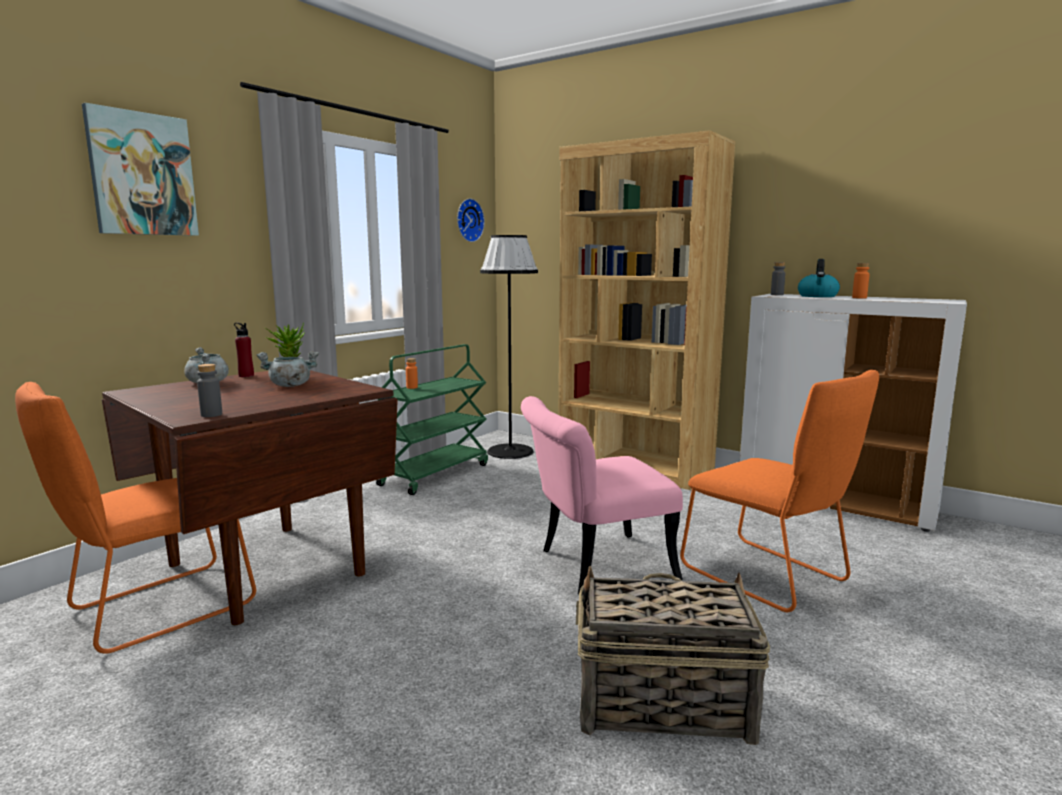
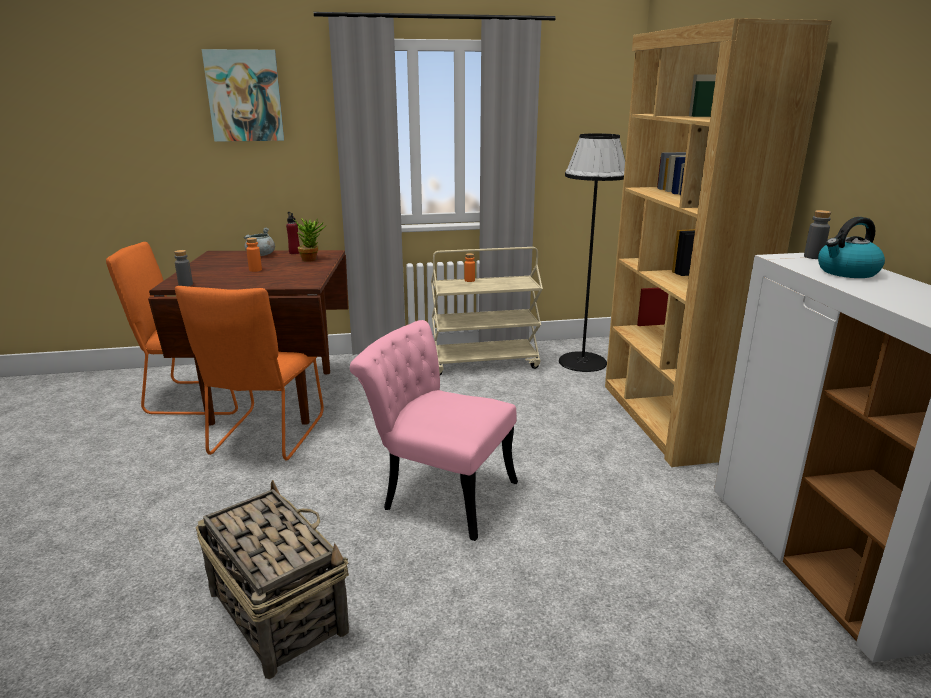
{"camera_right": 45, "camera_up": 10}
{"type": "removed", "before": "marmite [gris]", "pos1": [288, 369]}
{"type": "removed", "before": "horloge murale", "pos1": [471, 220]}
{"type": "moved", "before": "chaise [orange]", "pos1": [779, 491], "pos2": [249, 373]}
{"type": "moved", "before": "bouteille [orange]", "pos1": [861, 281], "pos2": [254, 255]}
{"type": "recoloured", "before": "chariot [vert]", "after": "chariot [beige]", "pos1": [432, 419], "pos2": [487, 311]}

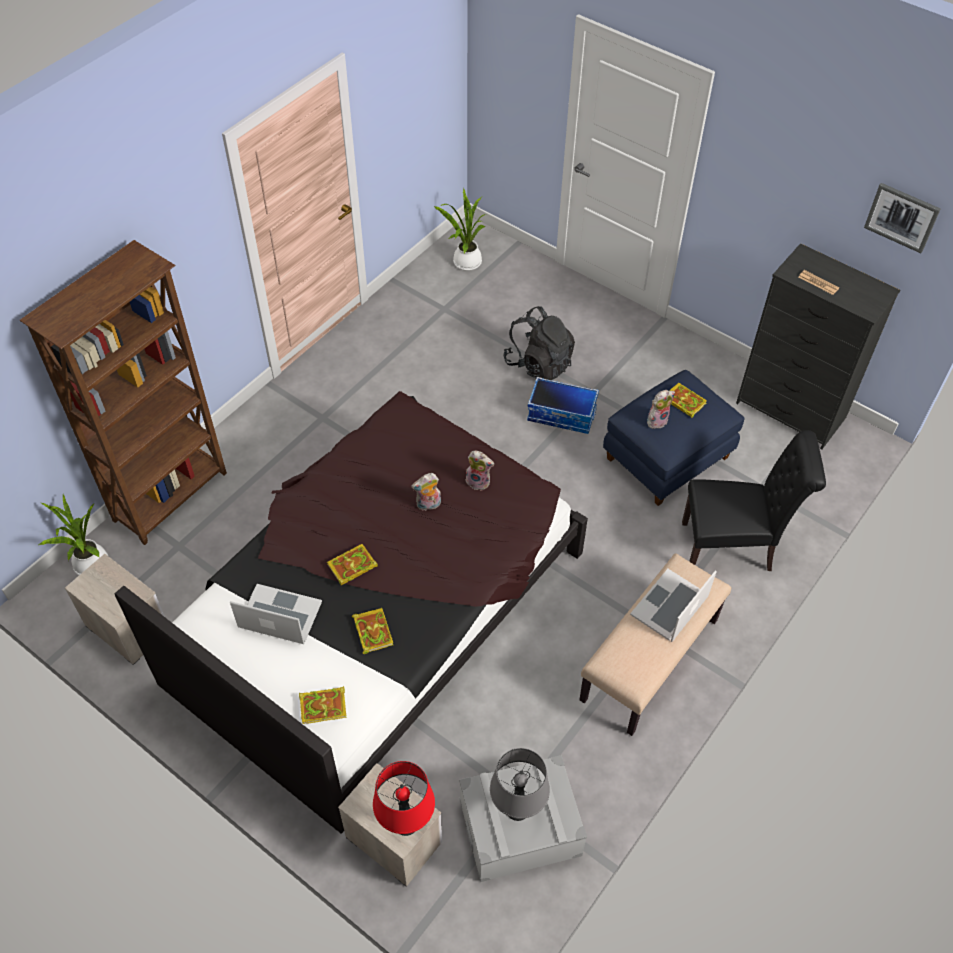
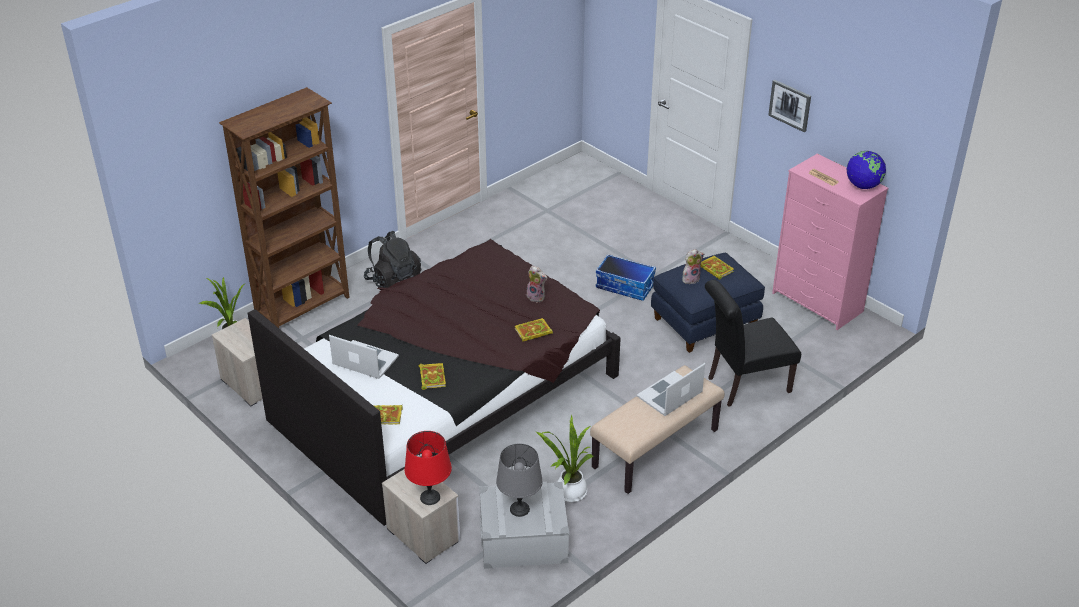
{"camera_right": 10, "camera_up": -15}
{"type": "removed", "before": "peluche", "pos1": [426, 492]}
{"type": "added", "after": "globe", "pos2": [866, 170]}
{"type": "moved", "before": "livre", "pos1": [352, 565], "pos2": [533, 329]}
{"type": "moved", "before": "plante en pot", "pos1": [459, 229], "pos2": [565, 458]}
{"type": "moved", "before": "sac à dos [noir]", "pos1": [539, 343], "pos2": [392, 259]}
{"type": "moved", "before": "tableau", "pos1": [902, 218], "pos2": [789, 106]}
{"type": "recoloured", "before": "commode [noir]", "after": "commode [rose]", "pos1": [818, 346], "pos2": [830, 242]}
{"type": "turned", "before": "chaise [noir]", "pos1": [754, 500], "pos2": [753, 343], "turn": 150}

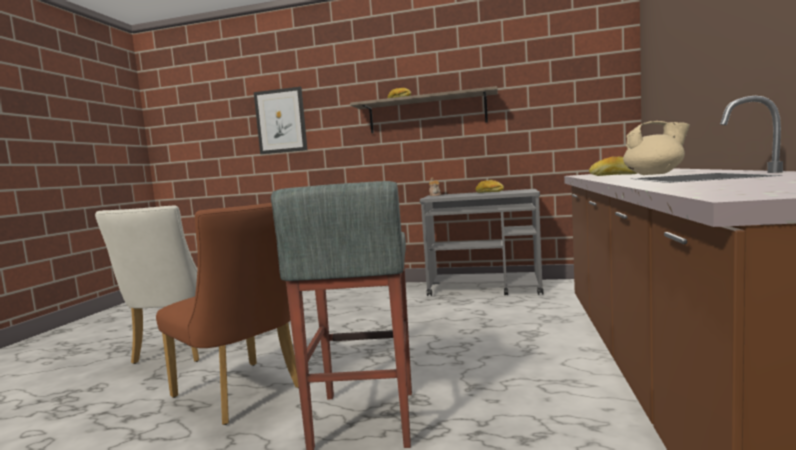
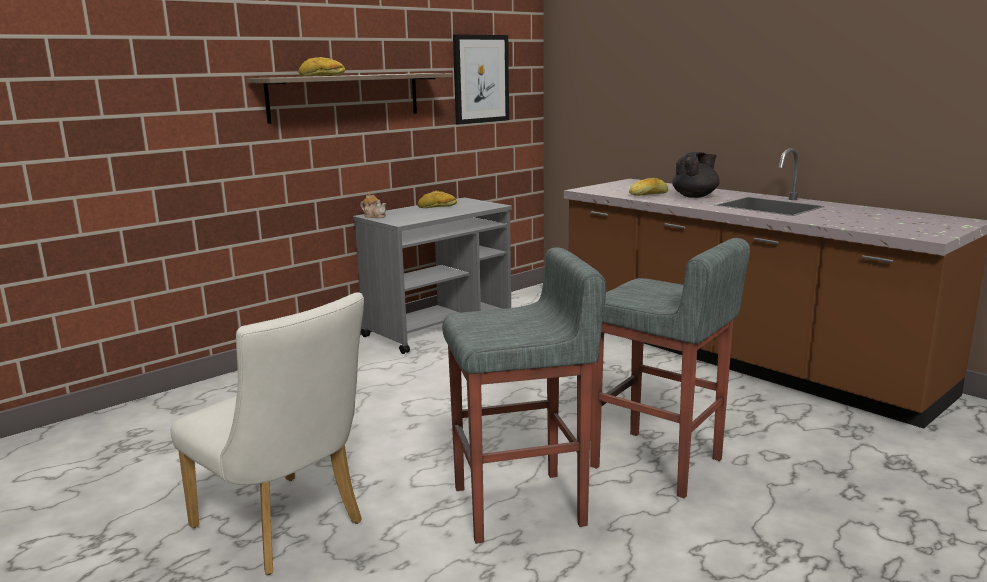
{"camera_right": -55, "camera_up": 10}
{"type": "moved", "before": "tableau", "pos1": [280, 120], "pos2": [481, 79]}
{"type": "replaced", "before": "chaise [marron]", "after": "tabouret [gris]", "pos1": [227, 314], "pos2": [524, 395]}
{"type": "recoloured", "before": "théière [beige]", "after": "théière [noir]", "pos1": [656, 148], "pos2": [696, 175]}

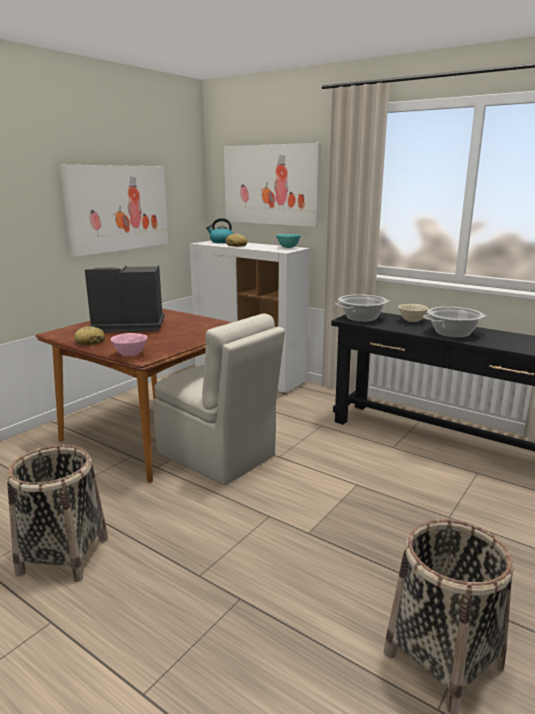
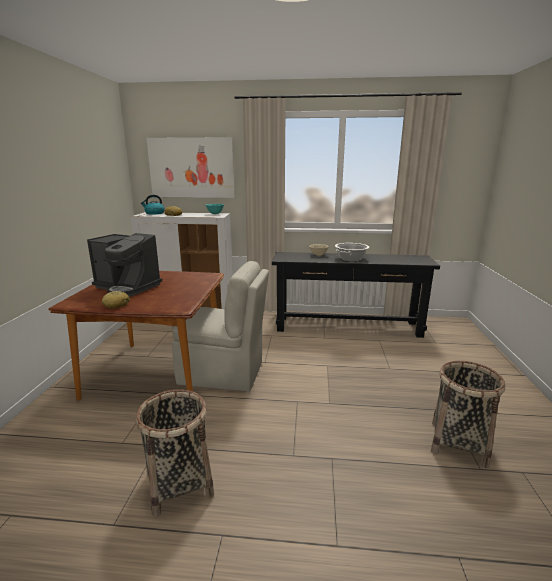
{"camera_right": -30, "camera_up": 0}
{"type": "removed", "before": "tableau", "pos1": [114, 211]}
{"type": "removed", "before": "bol [rose]", "pos1": [128, 344]}
{"type": "removed", "before": "marmite", "pos1": [362, 308]}
{"type": "turned", "before": "machine à café", "pos1": [124, 299], "pos2": [124, 265], "turn": -120}

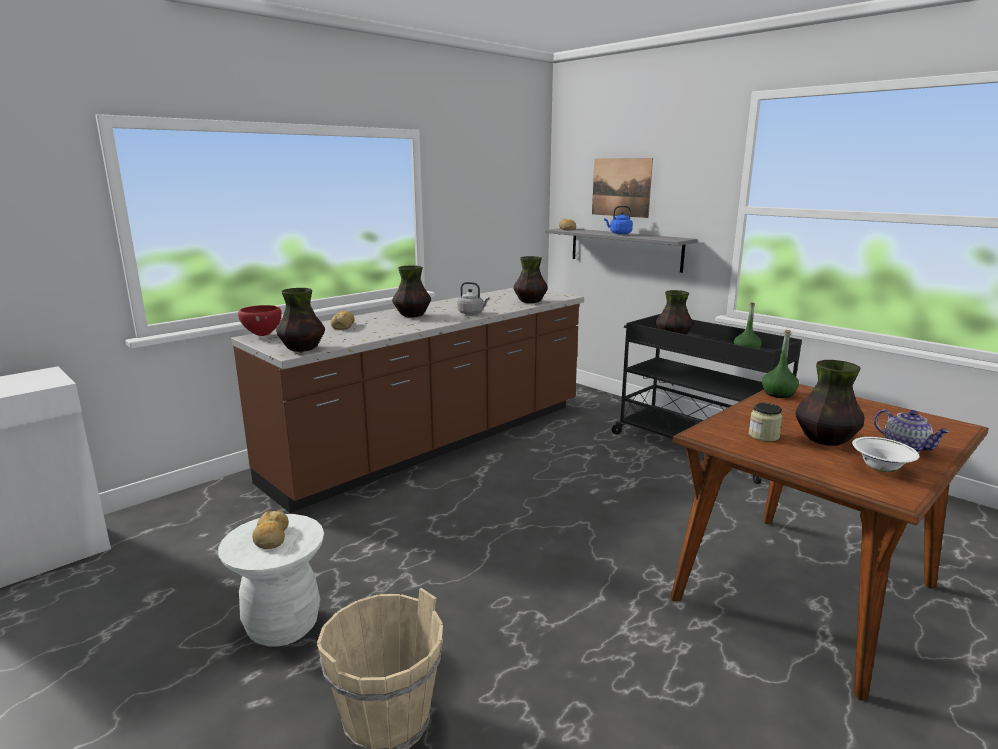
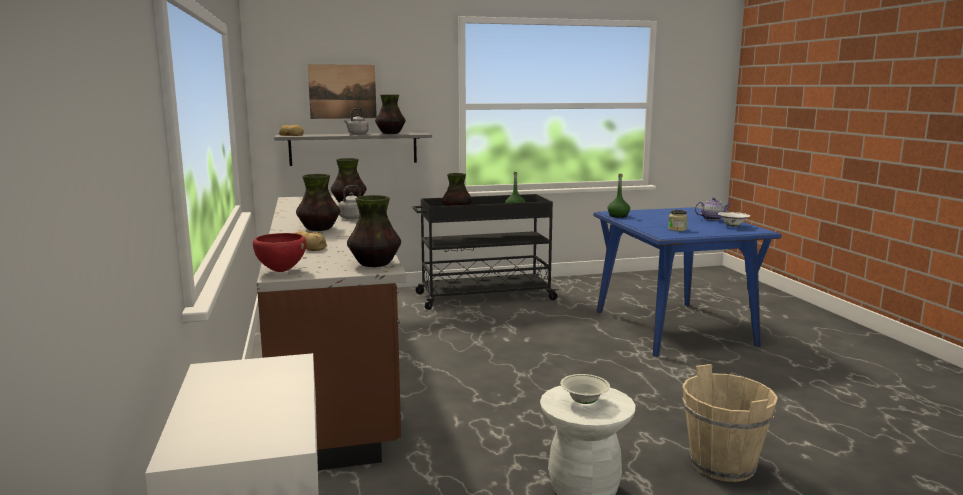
{"camera_right": -60, "camera_up": -5}
{"type": "moved", "before": "vase", "pos1": [830, 403], "pos2": [390, 114]}
{"type": "replaced", "before": "pain", "after": "bol [blanc]", "pos1": [270, 529], "pos2": [585, 389]}
{"type": "recoloured", "before": "bouilloire [bleu]", "after": "bouilloire [gris]", "pos1": [618, 220], "pos2": [356, 121]}
{"type": "recoloured", "before": "table à manger [marron]", "after": "table à manger [bleu]", "pos1": [830, 542], "pos2": [688, 282]}

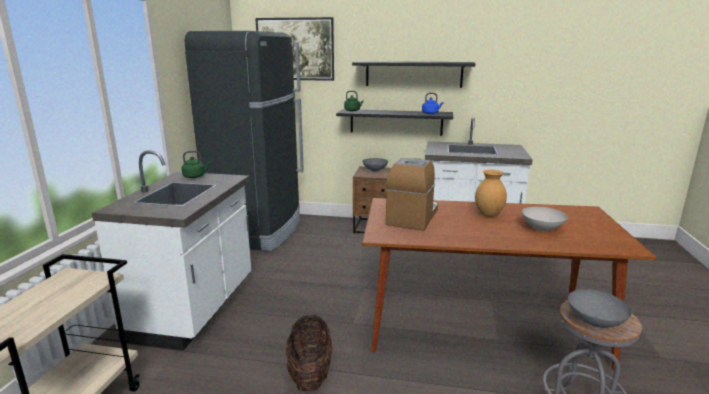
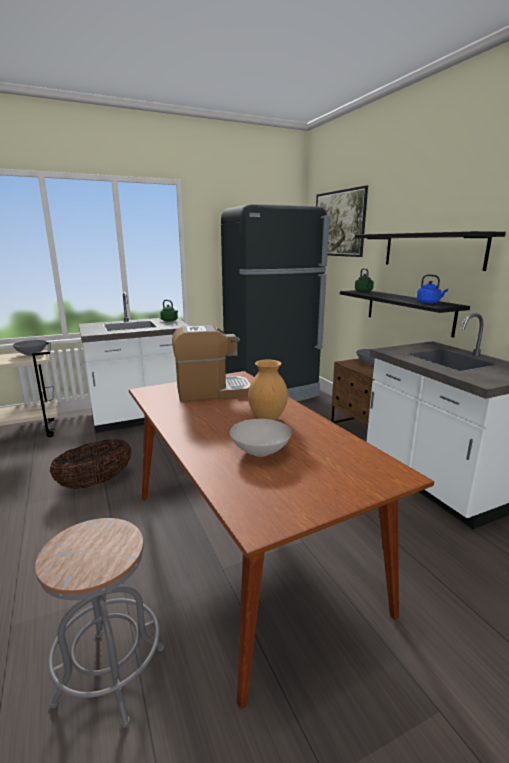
{"camera_right": 55, "camera_up": 0}
{"type": "moved", "before": "bol [gris]", "pos1": [600, 308], "pos2": [30, 348]}

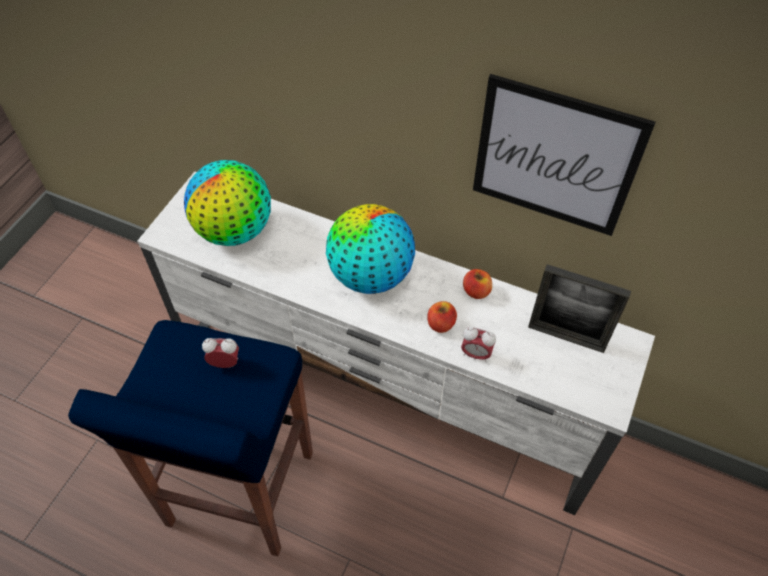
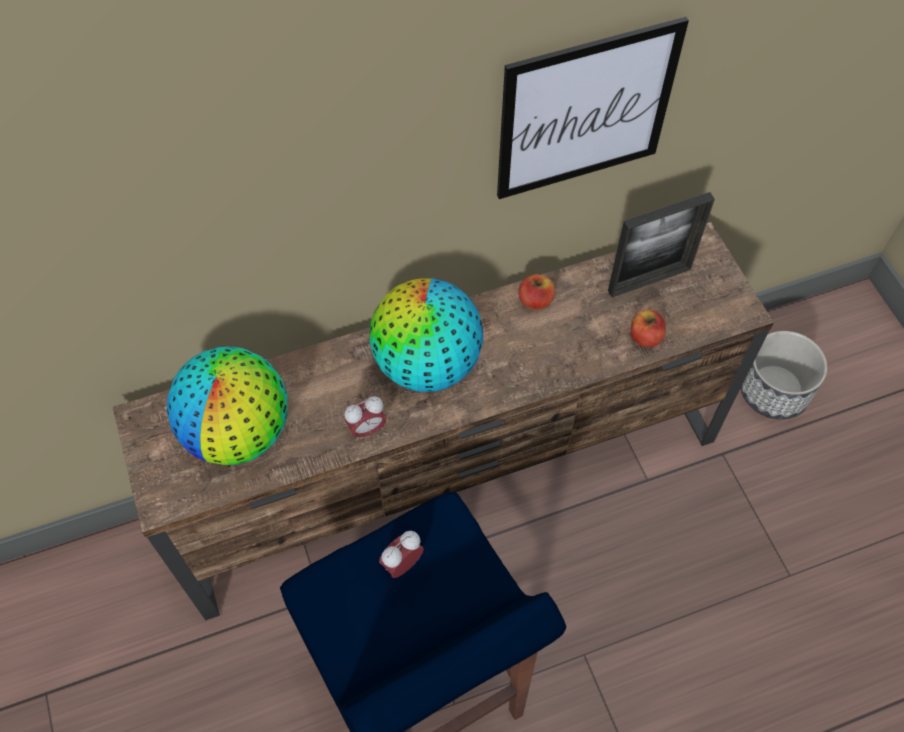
{"camera_right": -45, "camera_up": 5}
{"type": "added", "after": "cache-pot", "pos2": [784, 375]}
{"type": "moved", "before": "pomme", "pos1": [442, 317], "pos2": [648, 328]}
{"type": "moved", "before": "réveil", "pos1": [478, 344], "pos2": [365, 418]}
{"type": "recoloured", "before": "meuble télé [blanc]", "after": "meuble télé [marron]", "pos1": [396, 343], "pos2": [443, 421]}

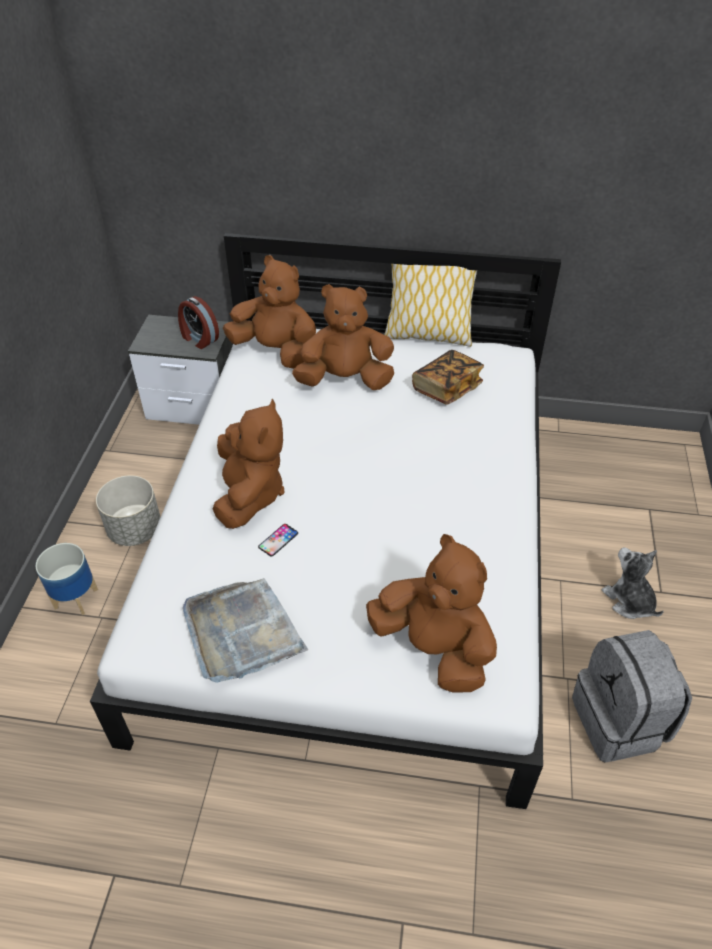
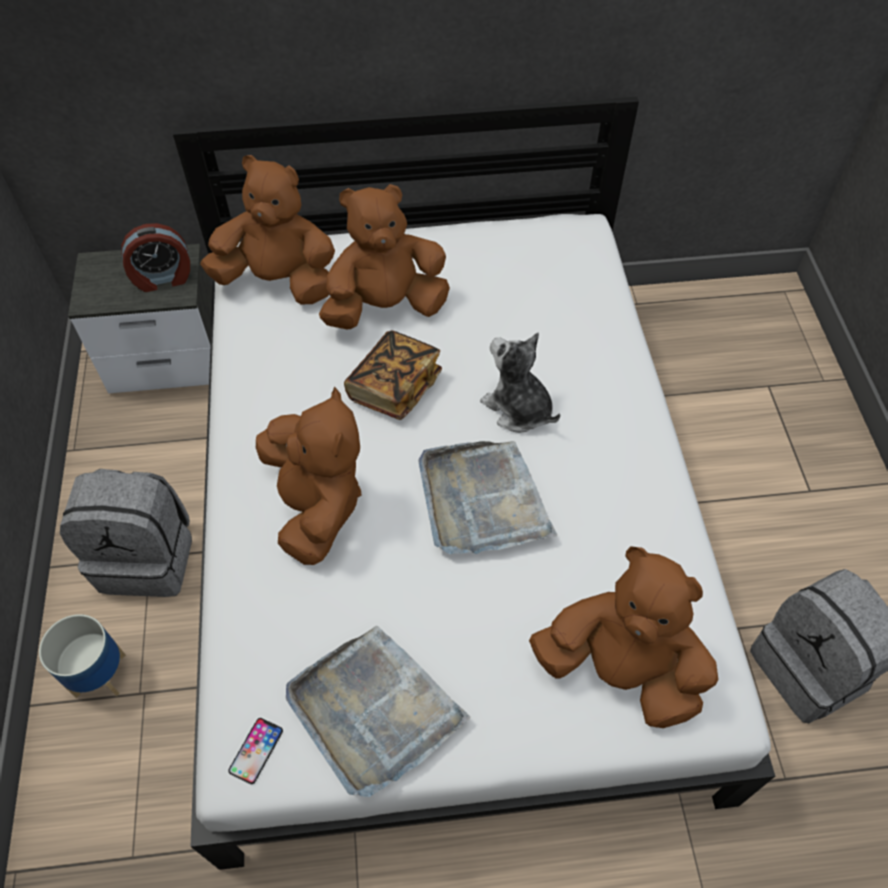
{"camera_right": -15, "camera_up": 10}
{"type": "removed", "before": "coussin", "pos1": [430, 305]}
{"type": "added", "after": "plateau [gris]", "pos2": [487, 497]}
{"type": "moved", "before": "téléphone", "pos1": [278, 540], "pos2": [255, 751]}
{"type": "moved", "before": "livre", "pos1": [448, 377], "pos2": [393, 375]}
{"type": "moved", "before": "peluche", "pos1": [633, 583], "pos2": [520, 382]}
{"type": "replaced", "before": "cache-pot [gris]", "after": "sac à dos [gris]", "pos1": [128, 510], "pos2": [126, 533]}
{"type": "turned", "before": "réveil", "pos1": [198, 322], "pos2": [156, 257], "turn": -45}

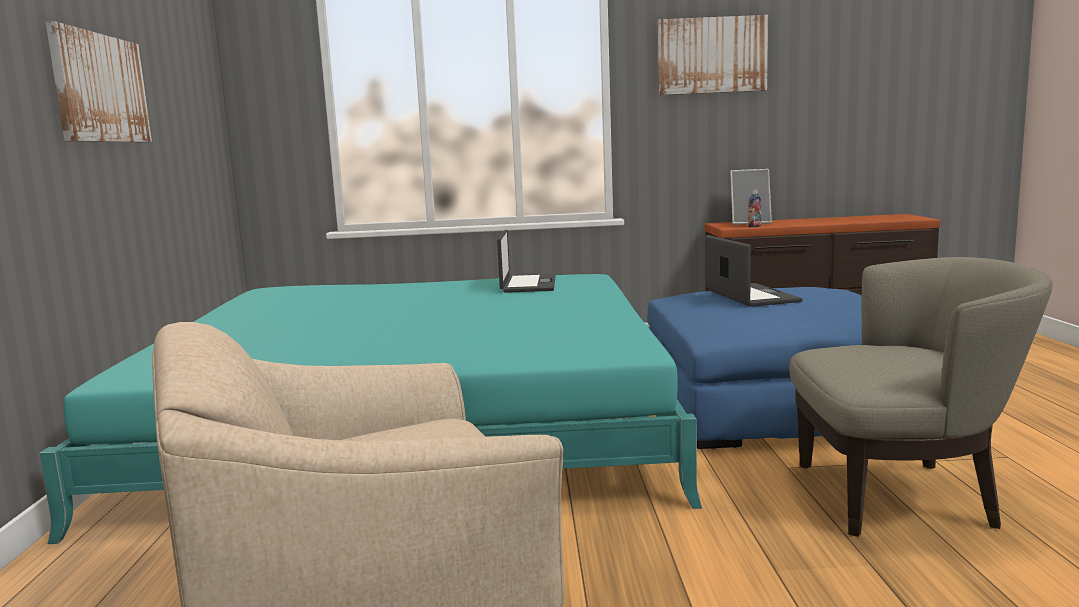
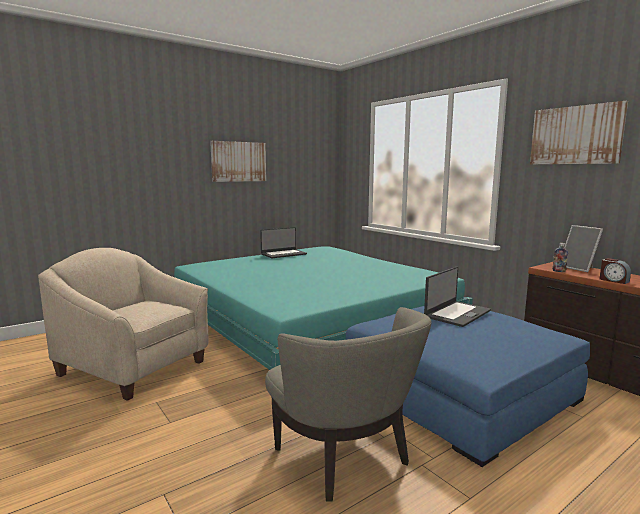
{"camera_right": 55, "camera_up": 0}
{"type": "added", "after": "réveil", "pos2": [615, 271]}
{"type": "moved", "before": "ordinateur portable", "pos1": [526, 261], "pos2": [283, 242]}

